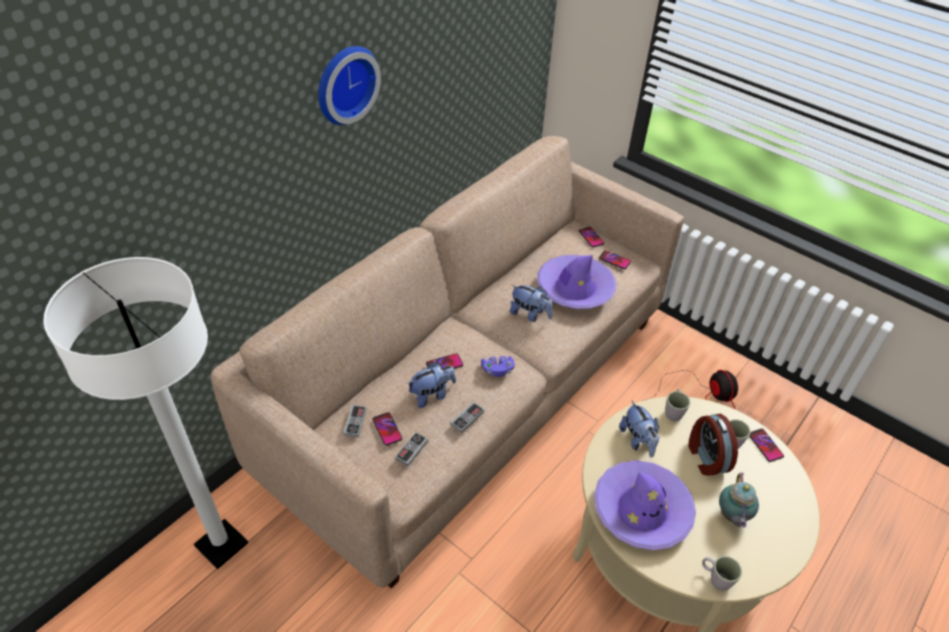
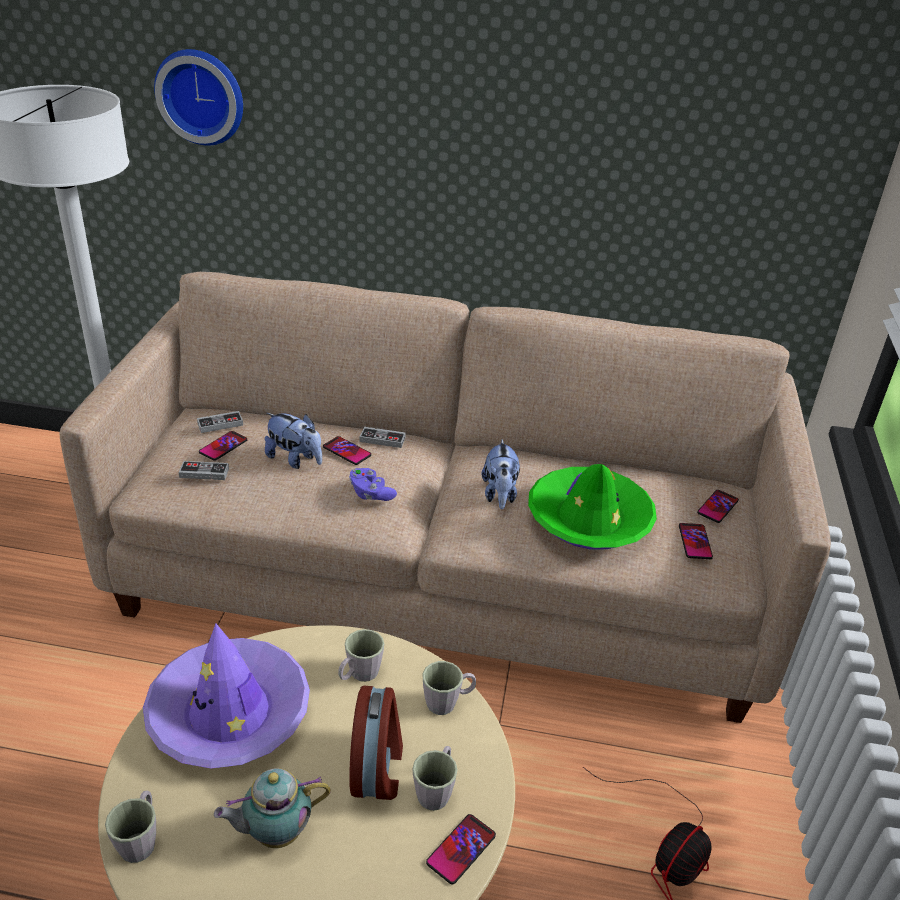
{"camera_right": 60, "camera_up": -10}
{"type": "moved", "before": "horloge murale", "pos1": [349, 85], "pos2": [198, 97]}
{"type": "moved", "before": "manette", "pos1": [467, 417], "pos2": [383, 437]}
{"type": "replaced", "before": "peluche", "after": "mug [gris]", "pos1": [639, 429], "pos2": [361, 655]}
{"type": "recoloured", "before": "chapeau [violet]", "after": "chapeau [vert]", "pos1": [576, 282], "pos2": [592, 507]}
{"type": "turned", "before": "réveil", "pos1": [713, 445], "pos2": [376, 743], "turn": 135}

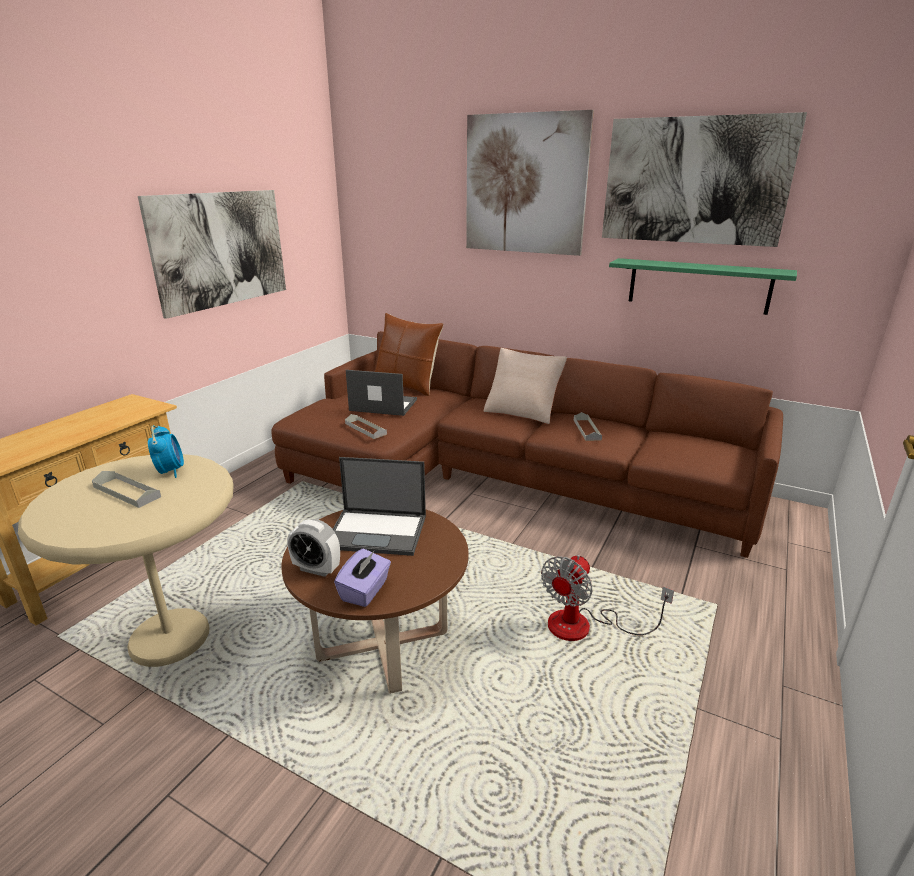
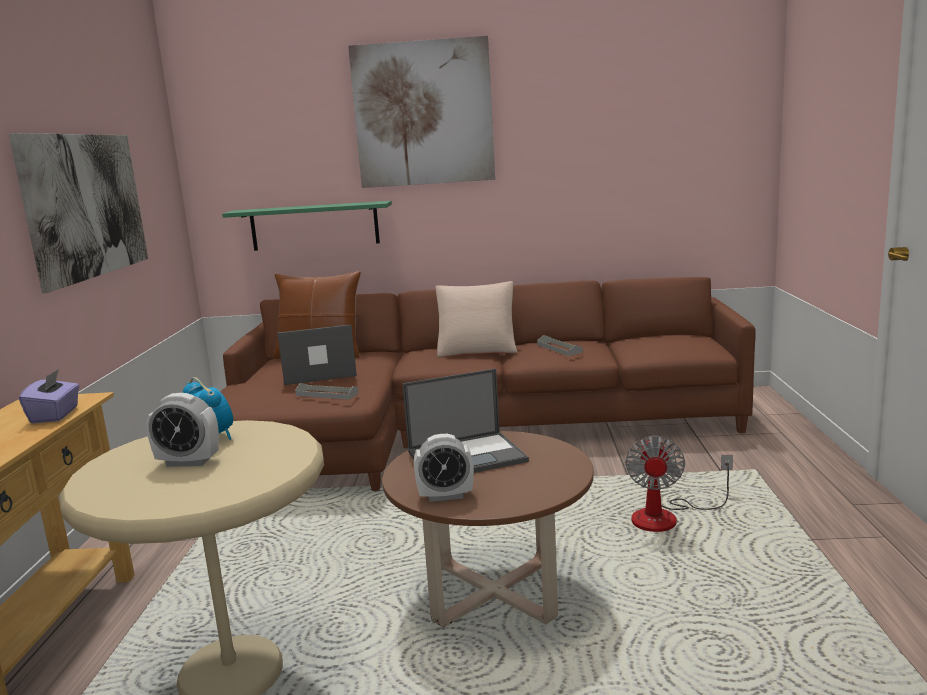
{"camera_right": -25, "camera_up": -10}
{"type": "removed", "before": "tableau", "pos1": [704, 179]}
{"type": "moved", "before": "boîte à mouchoirs [violet]", "pos1": [362, 577], "pos2": [49, 396]}
{"type": "moved", "before": "étagère [vert]", "pos1": [703, 286], "pos2": [307, 226]}
{"type": "replaced", "before": "plateau [gris]", "after": "réveil", "pos1": [126, 489], "pos2": [182, 430]}

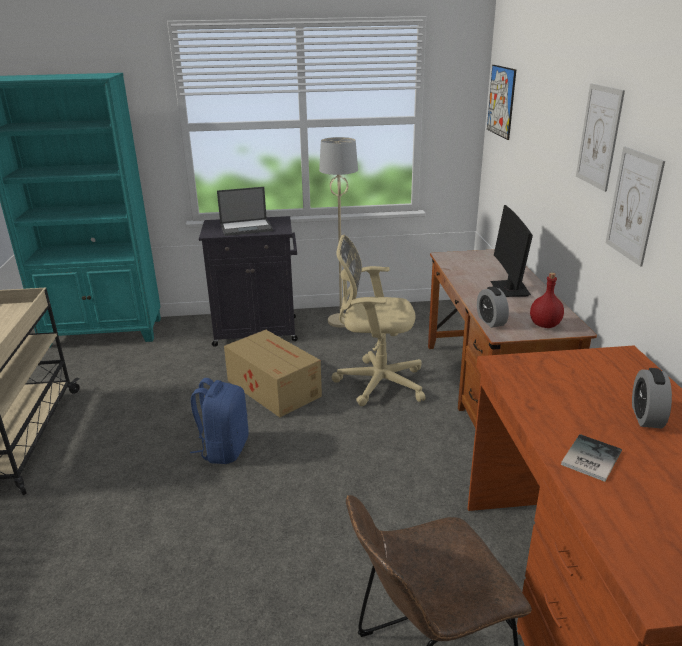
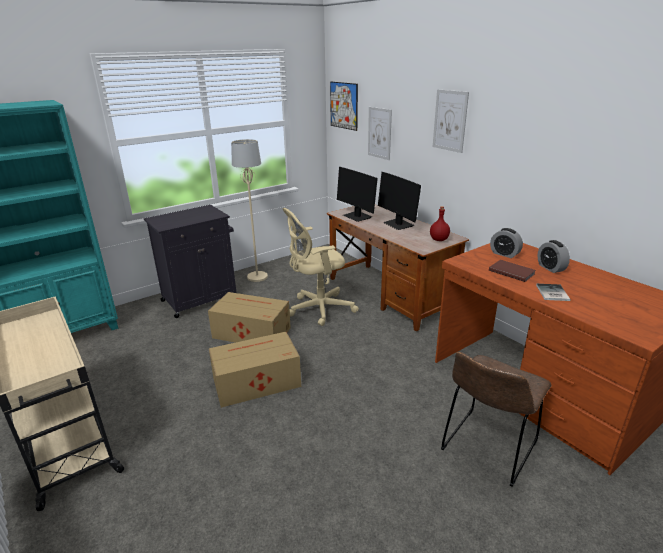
{"camera_right": -30, "camera_up": 0}
{"type": "removed", "before": "ordinateur portable", "pos1": [245, 211]}
{"type": "added", "after": "écran d'ordinateur", "pos2": [357, 194]}
{"type": "added", "after": "livre [marron]", "pos2": [512, 271]}
{"type": "moved", "before": "réveil", "pos1": [493, 307], "pos2": [506, 243]}
{"type": "moved", "before": "tableau", "pos1": [635, 206], "pos2": [380, 133]}
{"type": "replaced", "before": "sac à dos [bleu]", "after": "carton", "pos1": [219, 421], "pos2": [255, 370]}

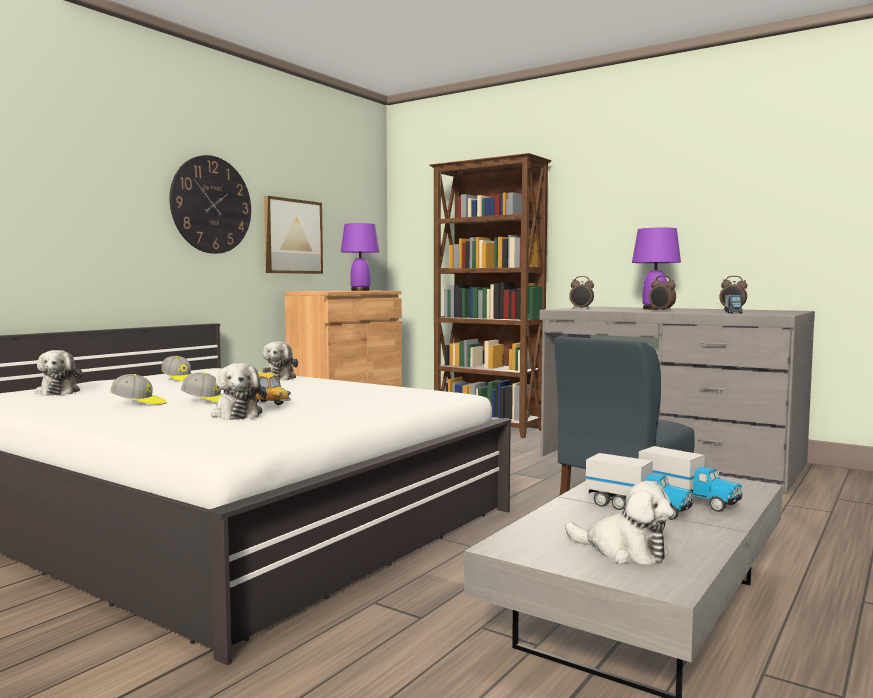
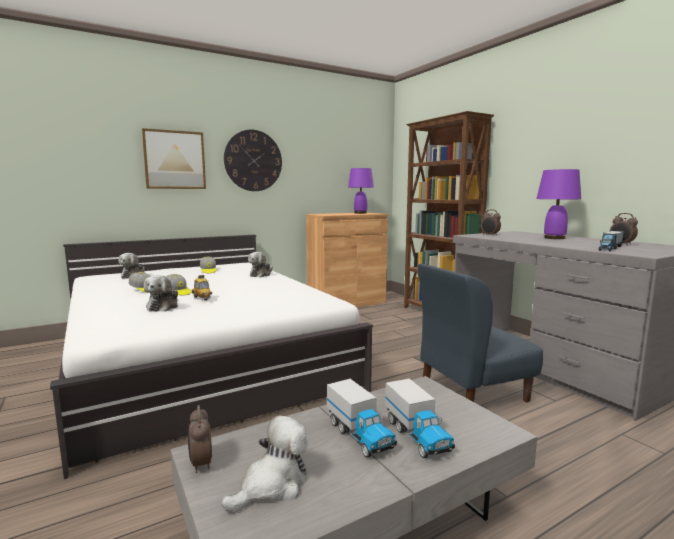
{"camera_right": 25, "camera_up": 5}
{"type": "moved", "before": "tableau", "pos1": [293, 235], "pos2": [174, 158]}
{"type": "moved", "before": "réveil", "pos1": [662, 293], "pos2": [200, 439]}
{"type": "turned", "before": "peluche", "pos1": [619, 523], "pos2": [264, 463], "turn": -105}

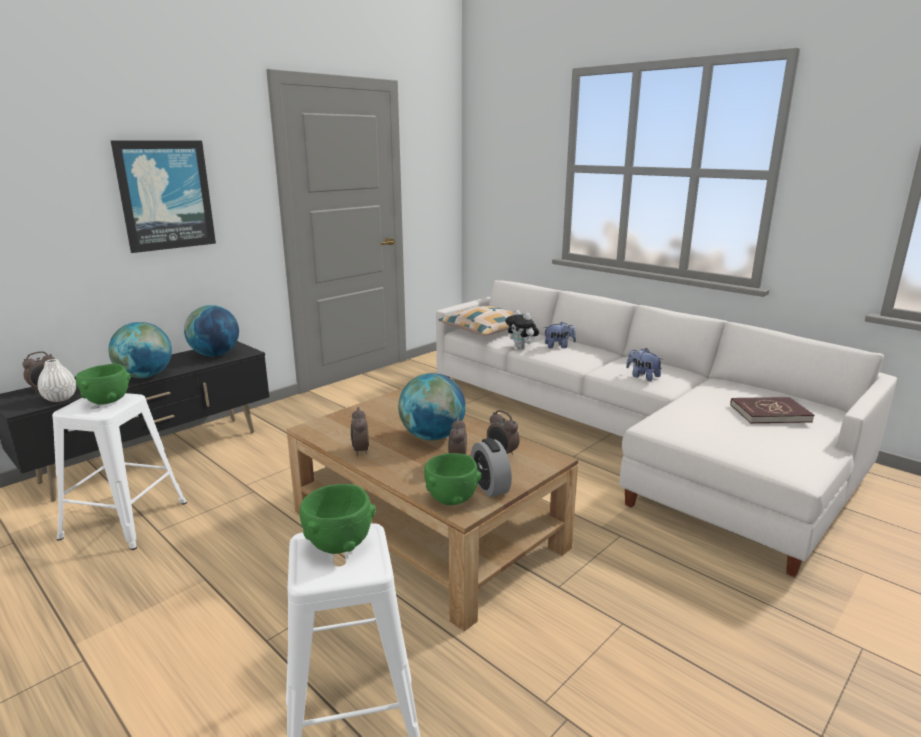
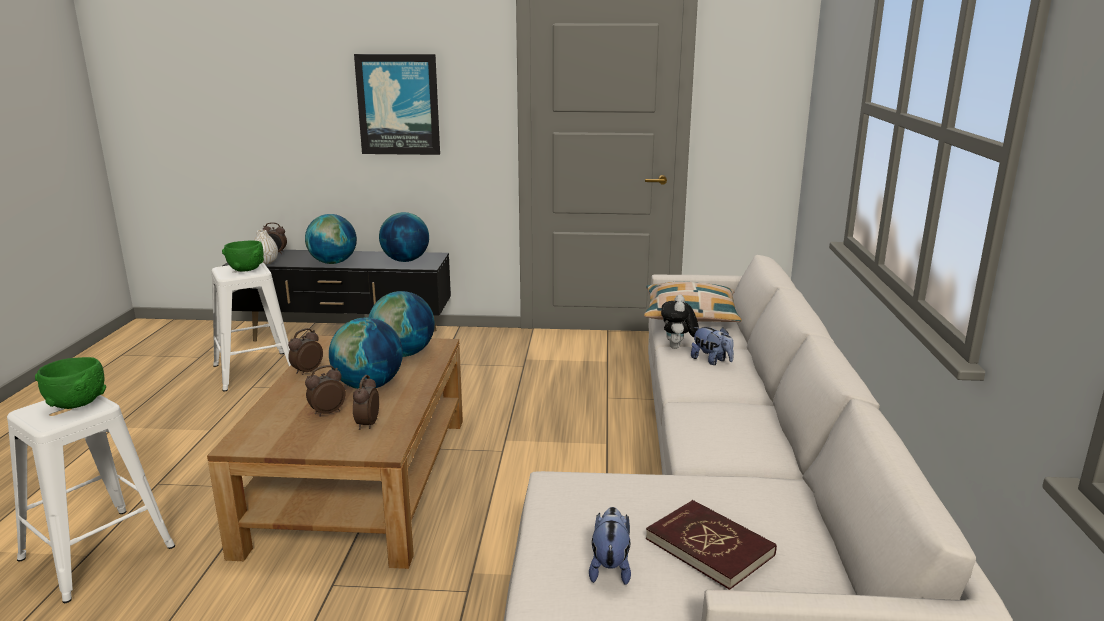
{"camera_right": 50, "camera_up": 0}
{"type": "removed", "before": "bol [vert]", "pos1": [453, 479]}
{"type": "removed", "before": "réveil", "pos1": [491, 467]}
{"type": "added", "after": "globe", "pos2": [402, 324]}
{"type": "moved", "before": "peluche", "pos1": [644, 364], "pos2": [610, 546]}

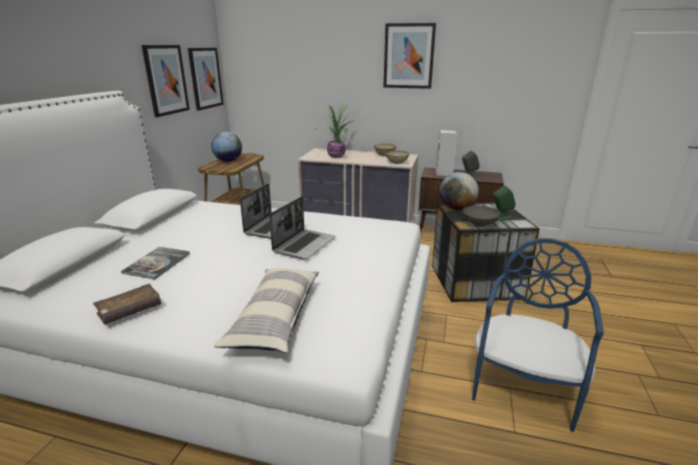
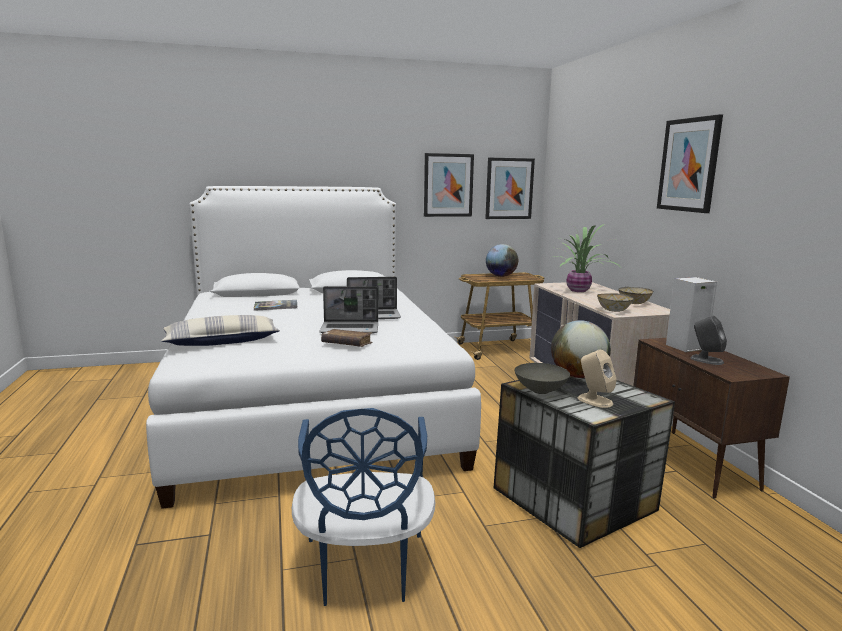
{"camera_right": 60, "camera_up": -10}
{"type": "moved", "before": "livre [marron]", "pos1": [127, 304], "pos2": [347, 338]}
{"type": "recoloured", "before": "enceinte [vert]", "after": "enceinte [beige]", "pos1": [504, 202], "pos2": [597, 379]}
{"type": "turned", "before": "chaise [bleu]", "pos1": [538, 335], "pos2": [363, 507], "turn": 90}

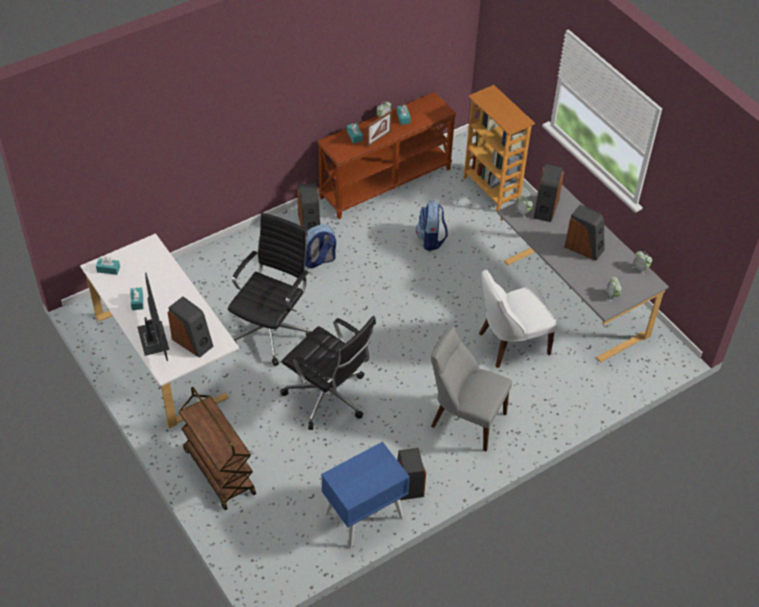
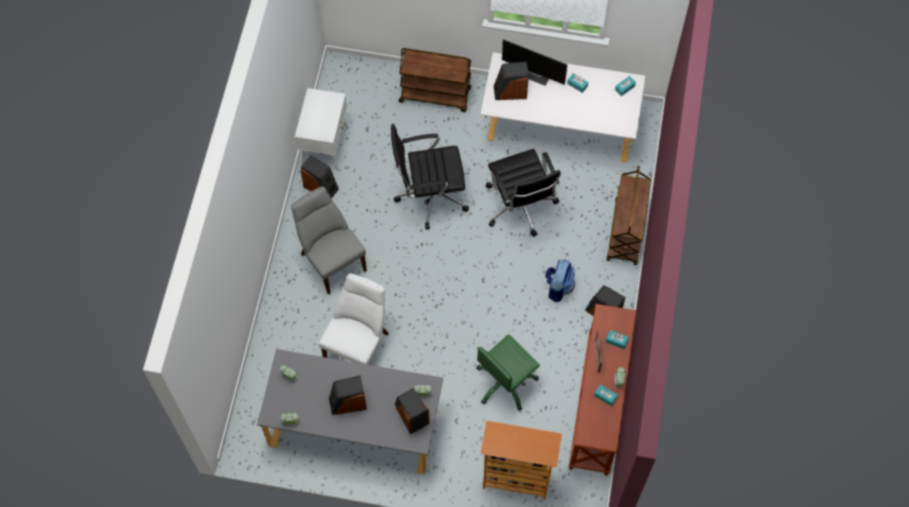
{"camera_right": 135, "camera_up": 15}
{"type": "added", "after": "chariot [marron]", "pos2": [629, 215]}
{"type": "replaced", "before": "sac à dos", "after": "chaise de bureau [vert]", "pos1": [432, 226], "pos2": [508, 372]}
{"type": "recoloured", "before": "table de chevet [bleu]", "after": "table de chevet [blanc]", "pos1": [365, 495], "pos2": [322, 129]}
{"type": "turned", "before": "chaise [gris]", "pos1": [471, 389], "pos2": [329, 241], "turn": -105}

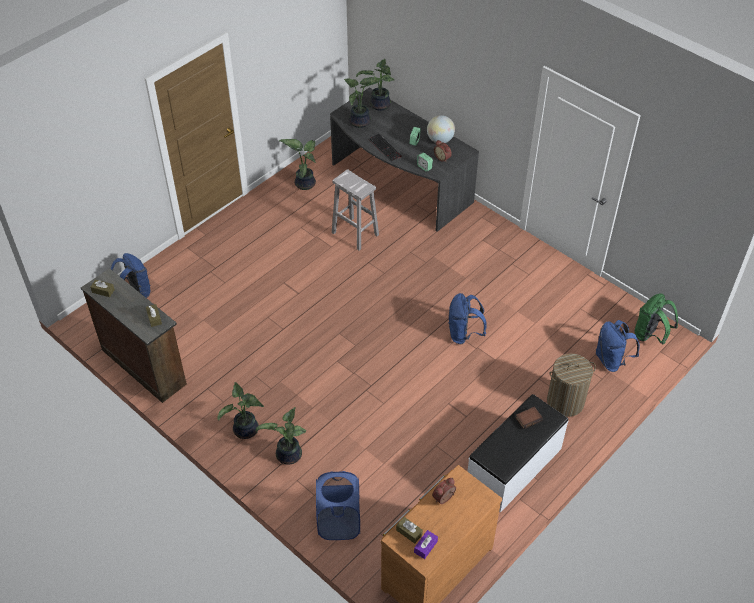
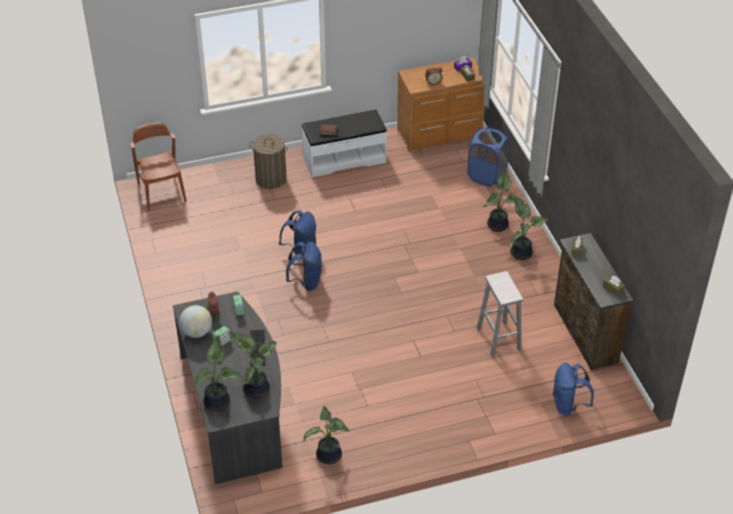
{"camera_right": -150, "camera_up": -5}
{"type": "moved", "before": "tabouret [blanc]", "pos1": [355, 209], "pos2": [500, 314]}
{"type": "moved", "before": "sac à dos [bleu]", "pos1": [618, 346], "pos2": [304, 266]}
{"type": "replaced", "before": "sac à dos [vert]", "after": "chaise [marron]", "pos1": [656, 319], "pos2": [158, 167]}

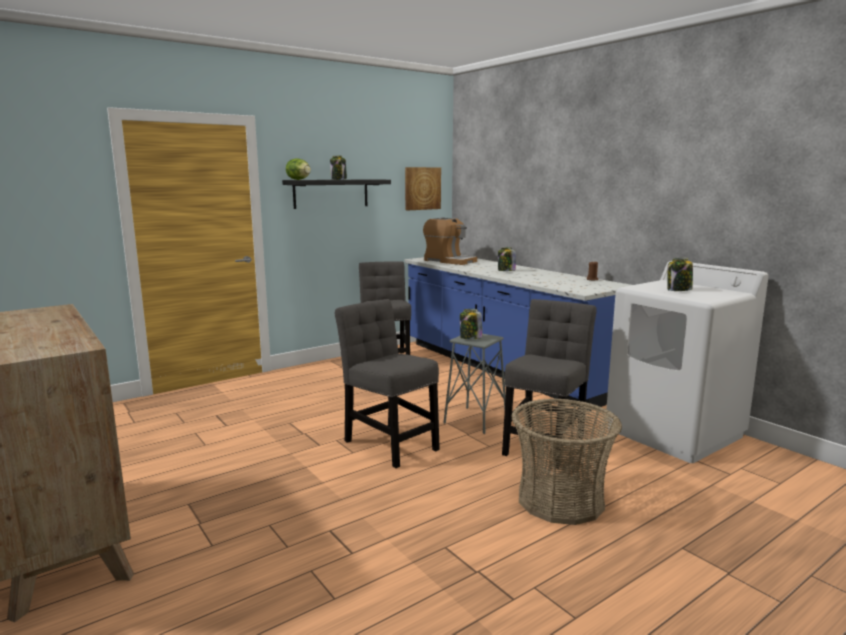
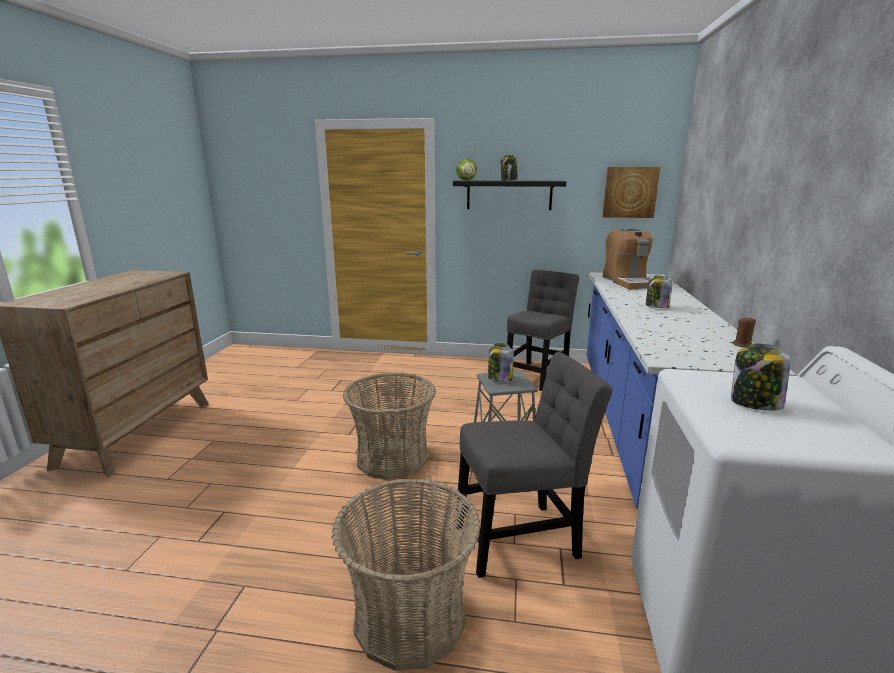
{"camera_right": 45, "camera_up": 5}
{"type": "replaced", "before": "chaise [gris]", "after": "panier", "pos1": [387, 383], "pos2": [389, 426]}

